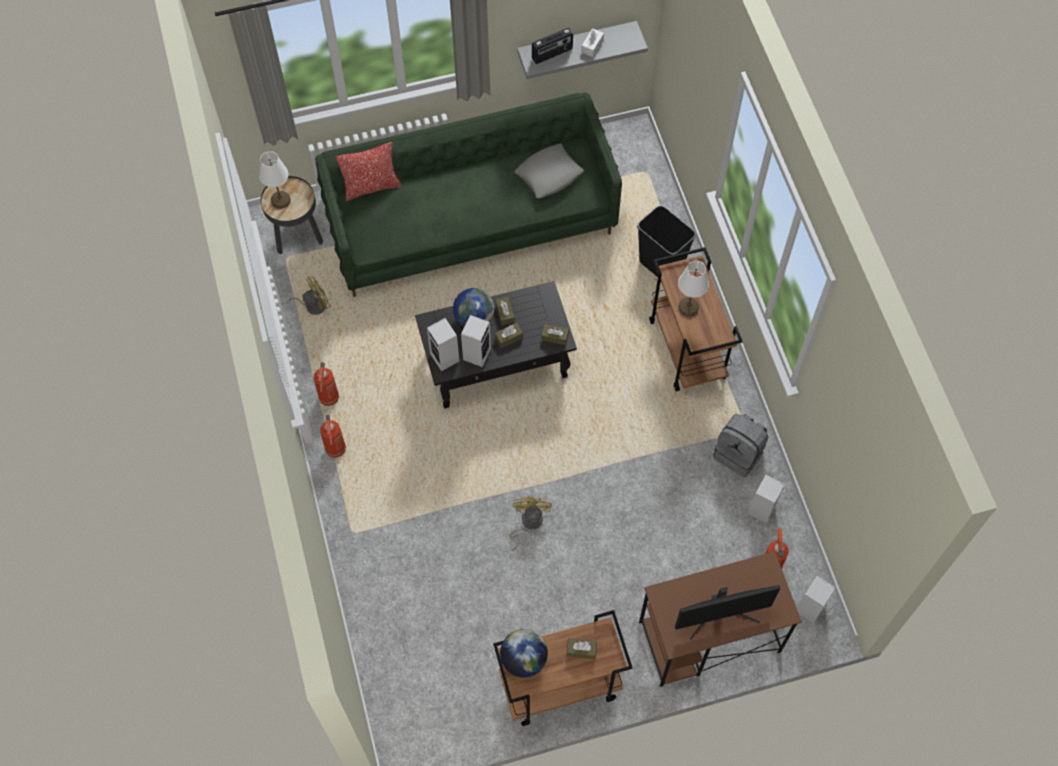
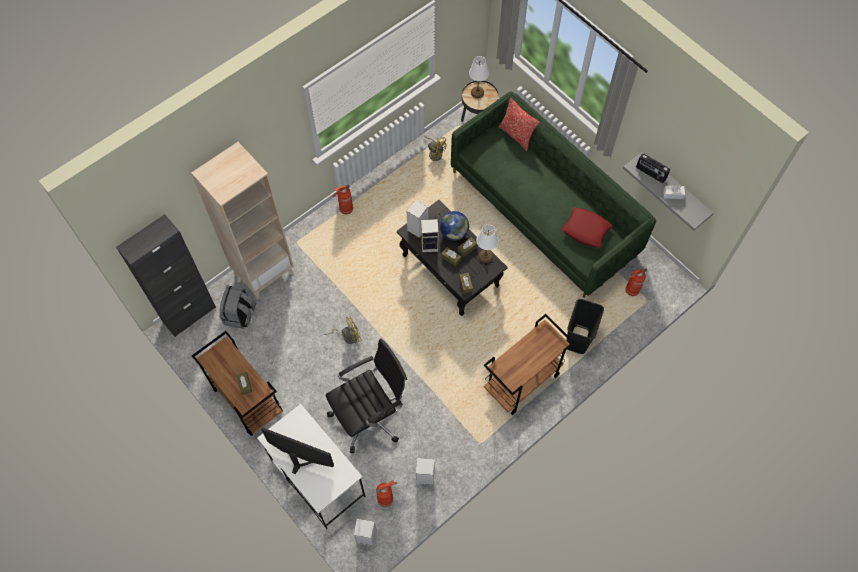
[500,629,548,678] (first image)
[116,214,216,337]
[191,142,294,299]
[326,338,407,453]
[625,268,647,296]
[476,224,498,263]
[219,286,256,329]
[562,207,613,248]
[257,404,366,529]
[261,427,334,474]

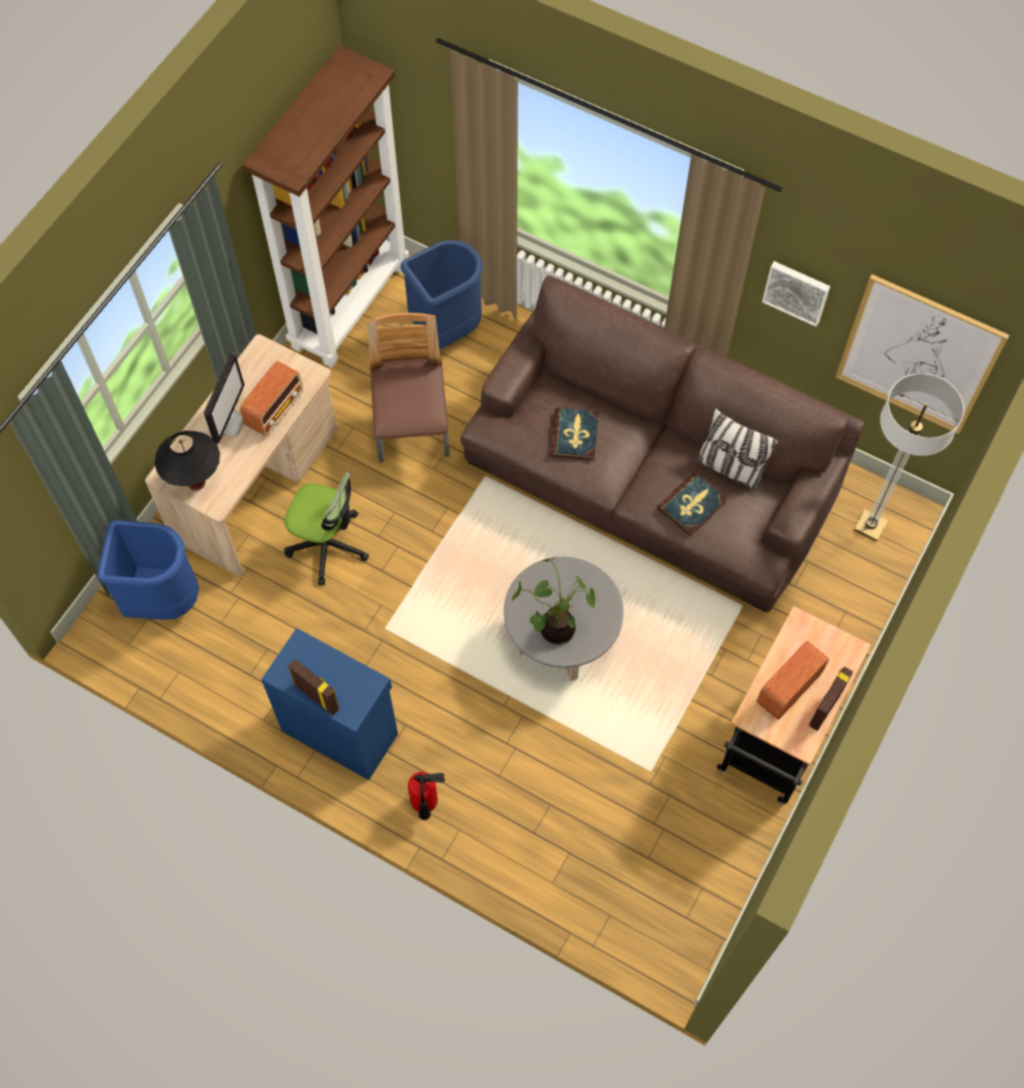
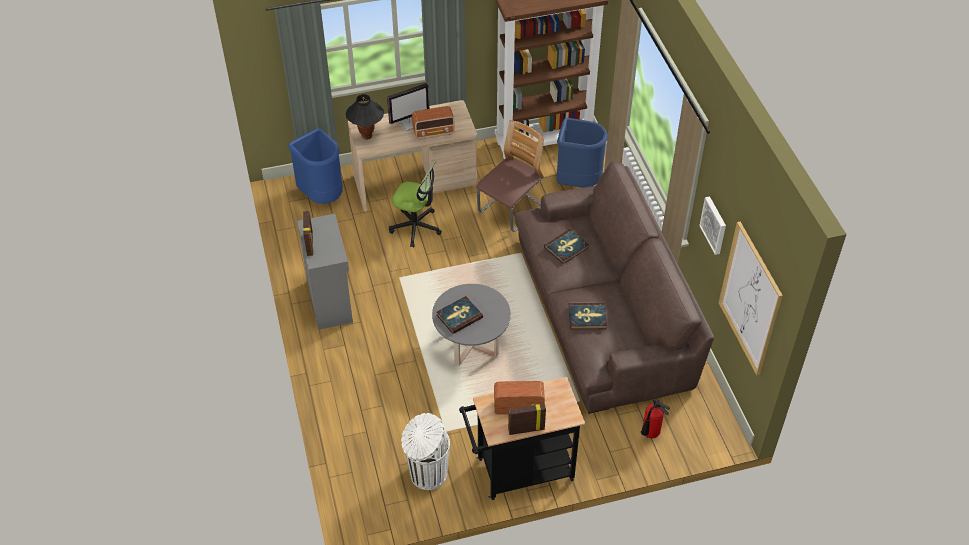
[695,408,779,491] (first image)
[854,373,964,541] (first image)
[401,413,450,490]
[641,399,670,438]
[436,296,483,334]
[297,214,353,330]
[389,163,442,247]

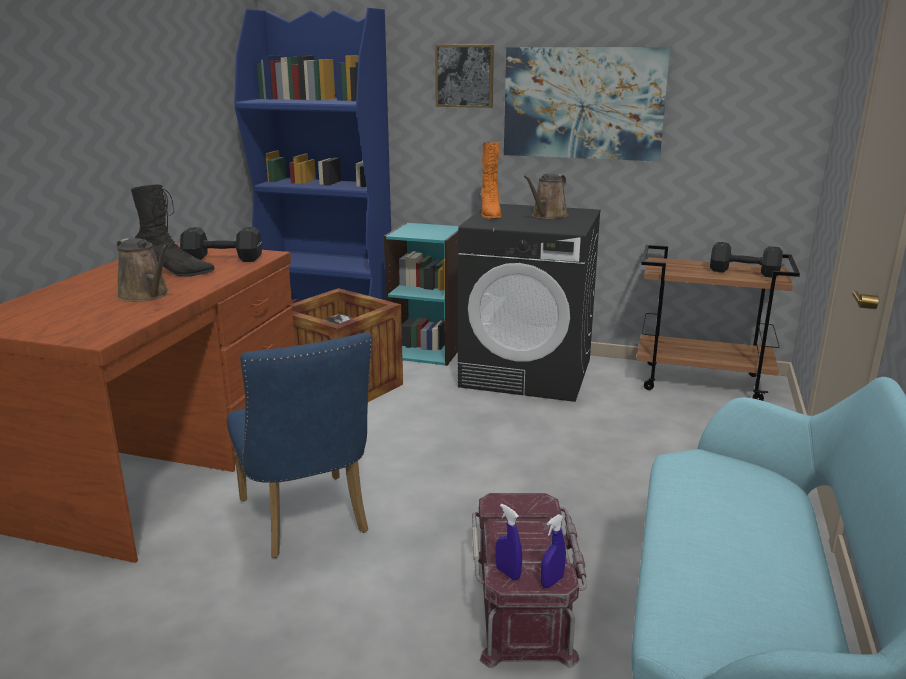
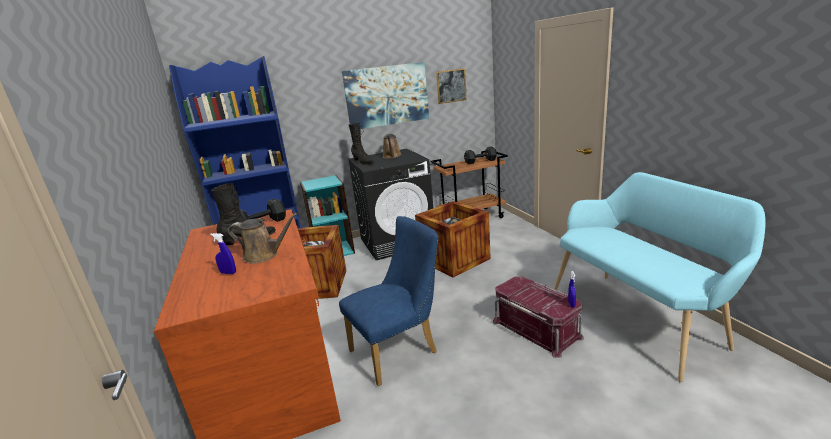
[415,201,491,277]
[436,68,467,104]
[210,233,236,274]
[349,123,374,165]
[339,216,439,386]

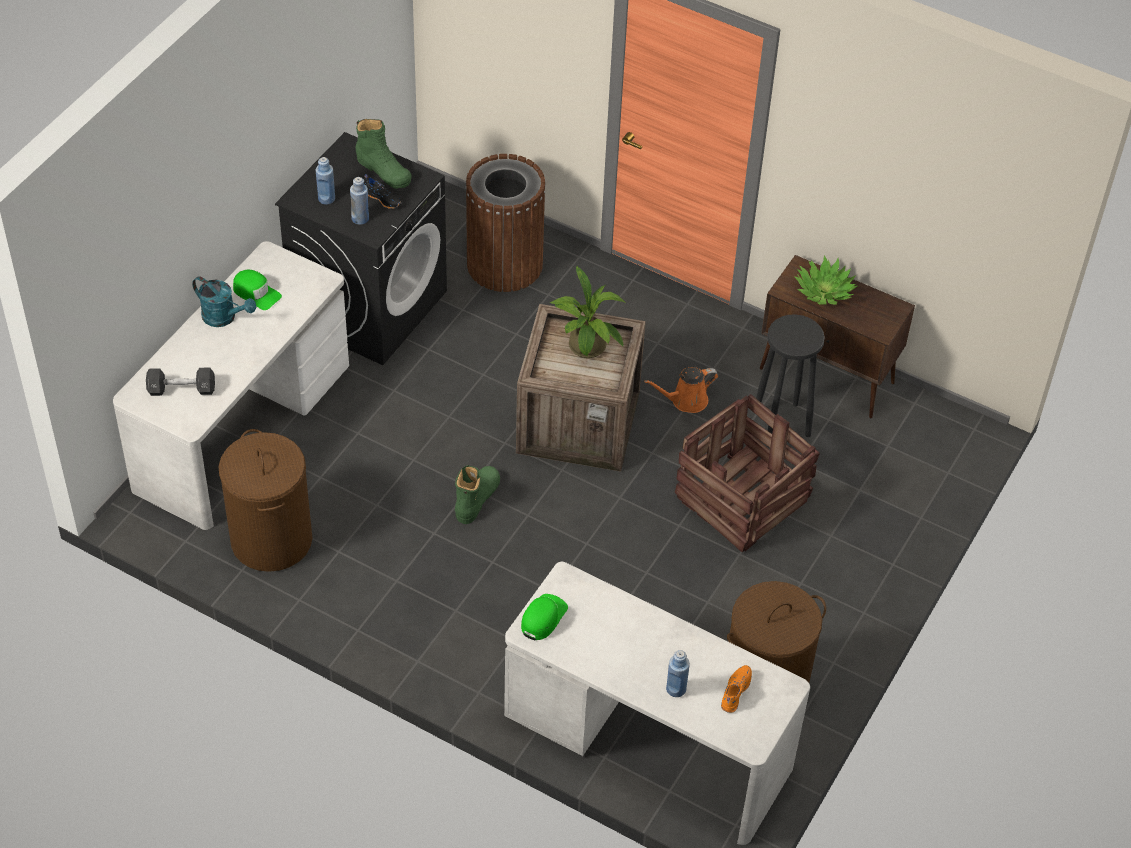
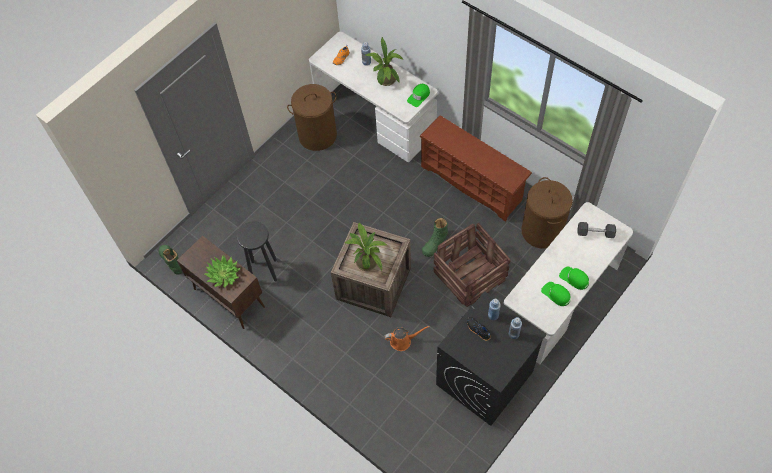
[465,154,546,292] (first image)
[366,38,403,86]
[419,115,532,222]
[158,245,183,274]
[384,326,430,351]
[433,223,511,307]
[559,267,589,290]

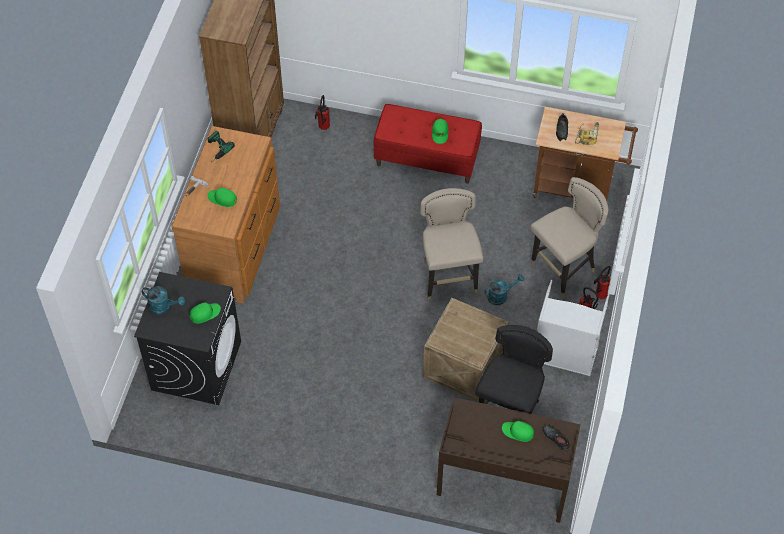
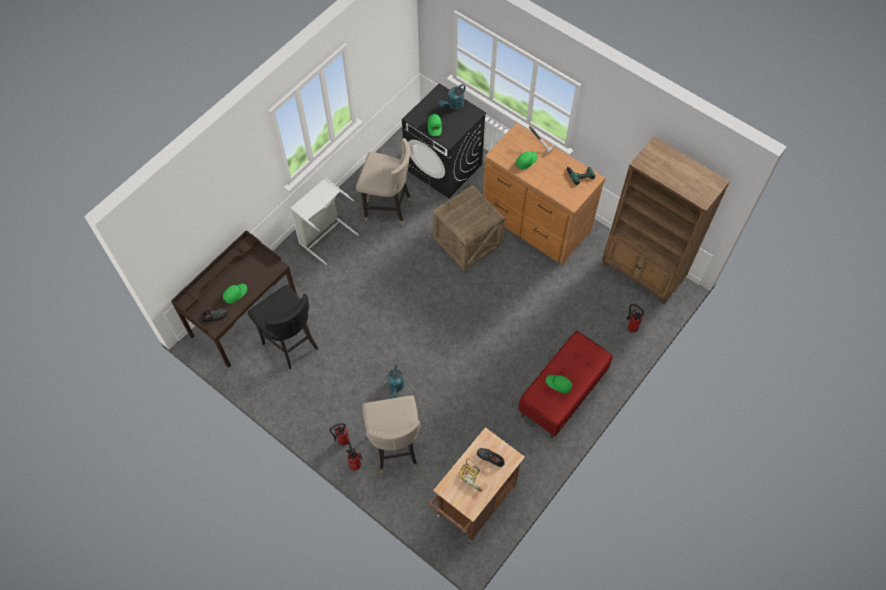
[356,138,412,226]
[433,185,505,271]
[290,178,359,265]

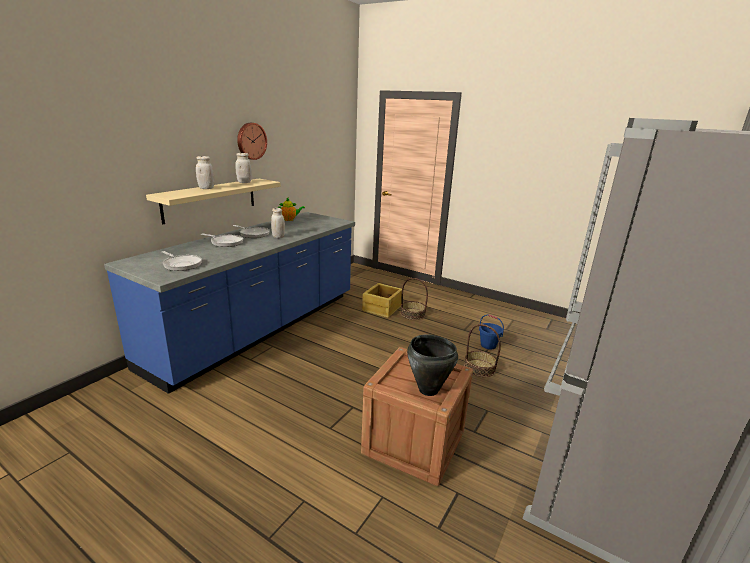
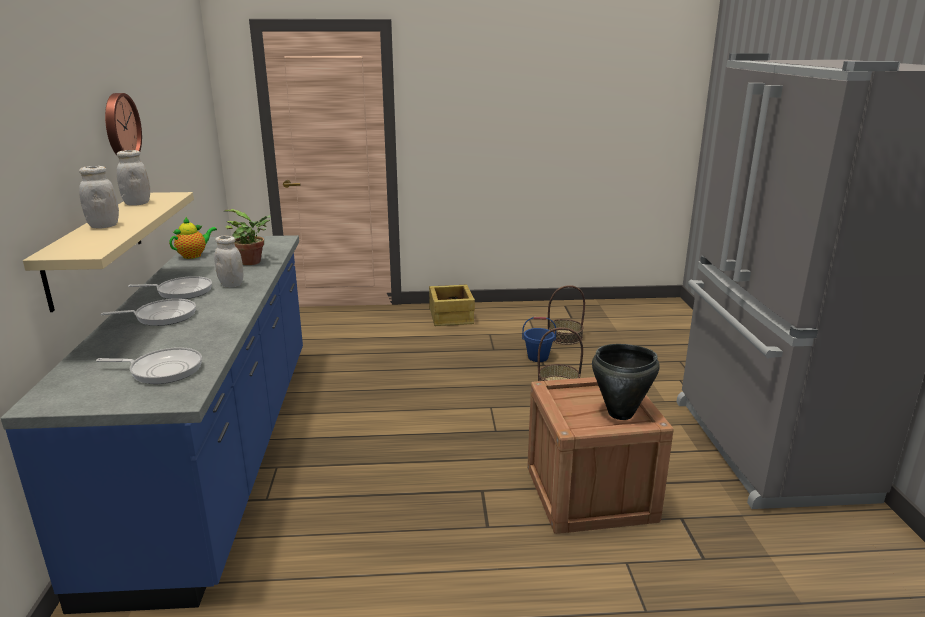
[224,209,271,265]
[429,284,475,326]
[548,285,585,345]

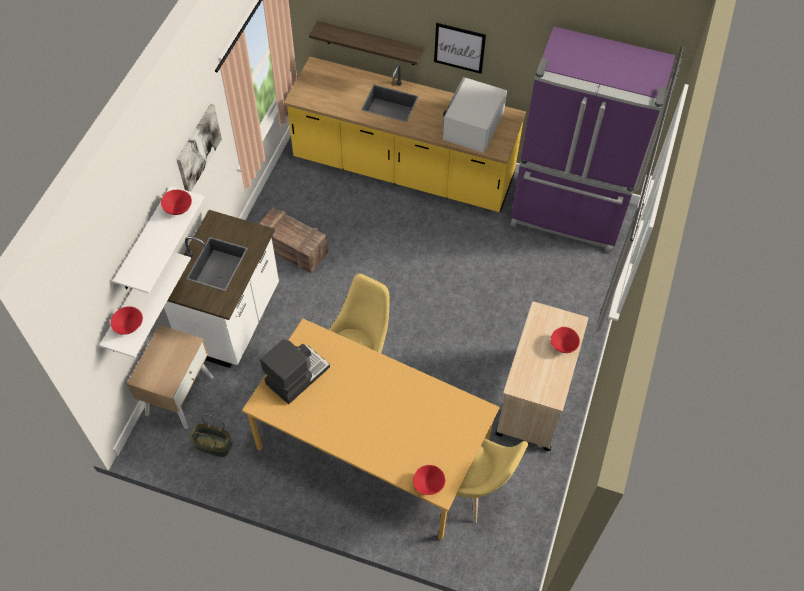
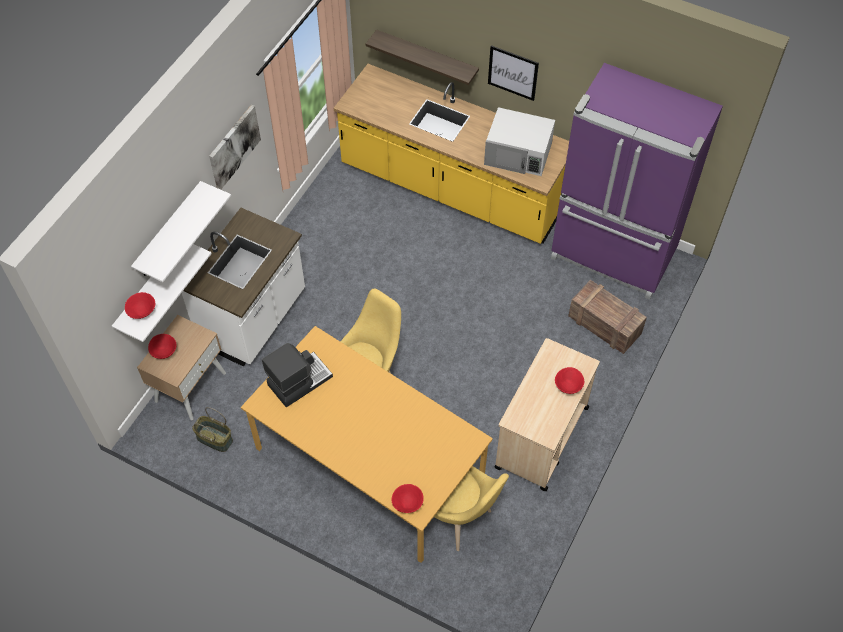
[148,334,176,359]
[568,280,647,354]
[484,107,555,176]

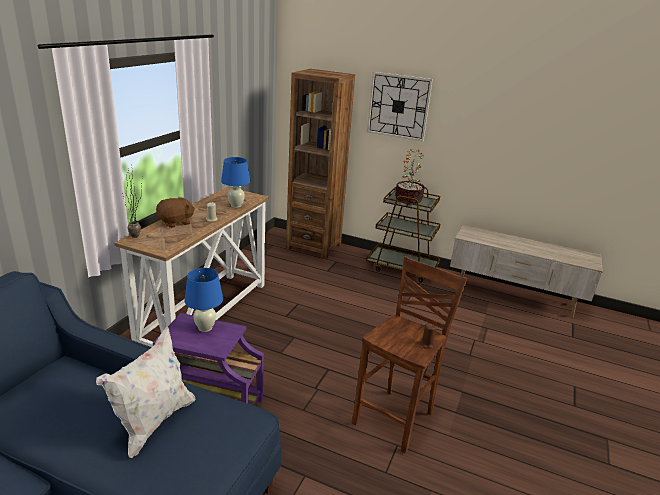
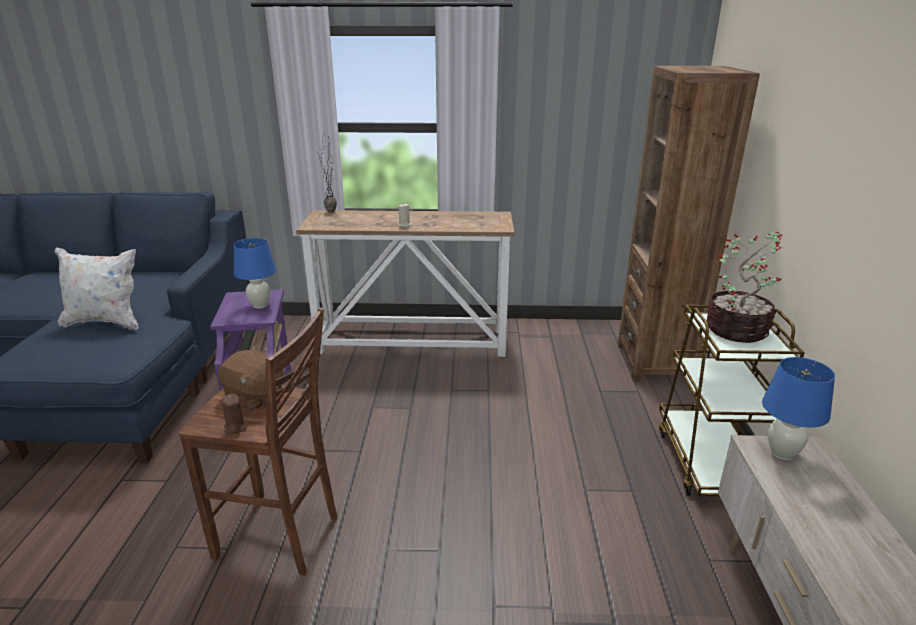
[367,72,433,142] (first image)
[218,349,284,411]
[762,357,835,460]

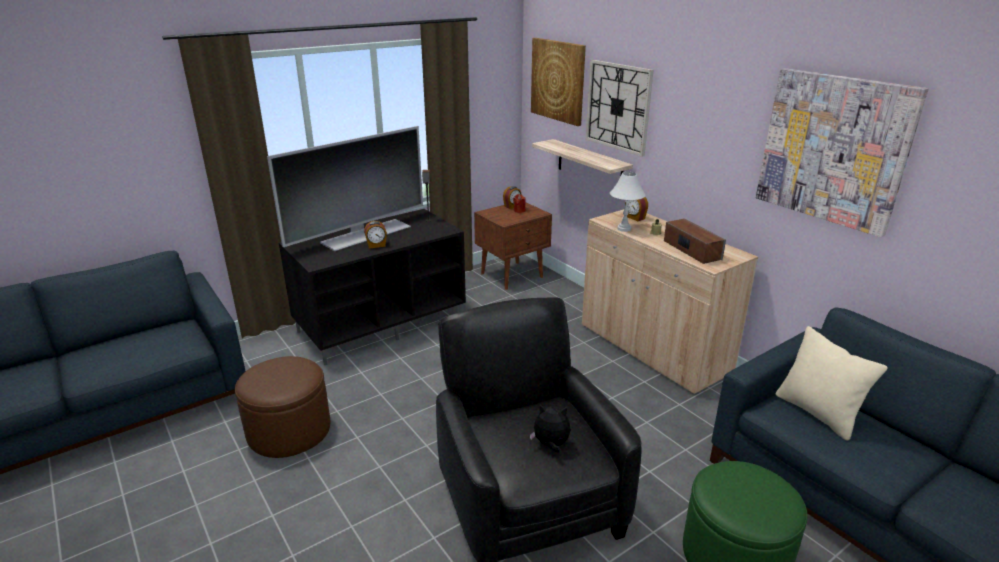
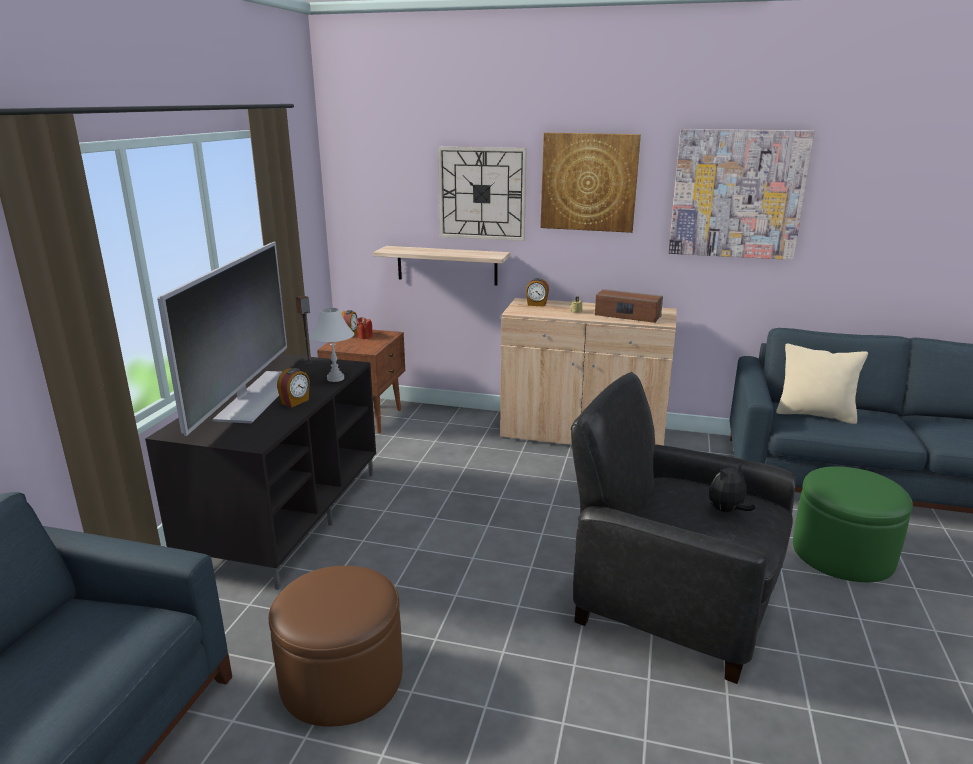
[540,133,641,233]
[310,308,354,382]

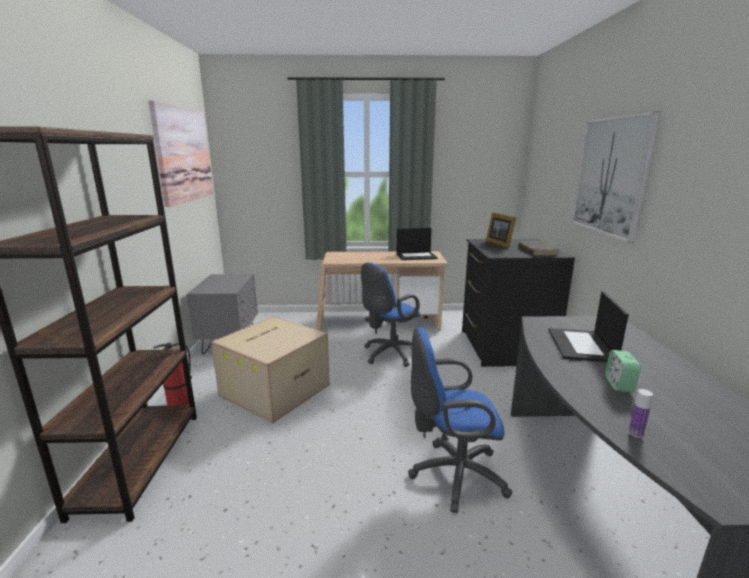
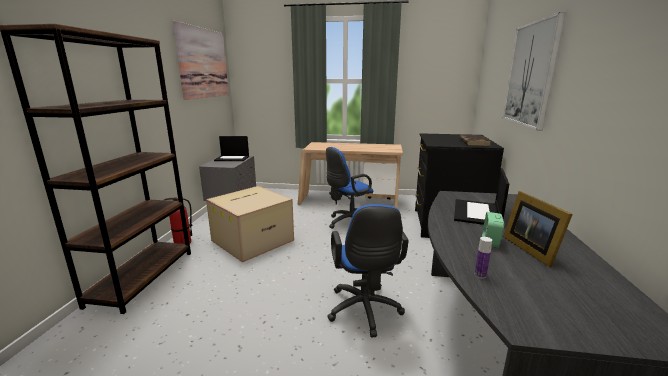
[214,136,249,161]
[503,191,573,268]
[327,204,409,337]

